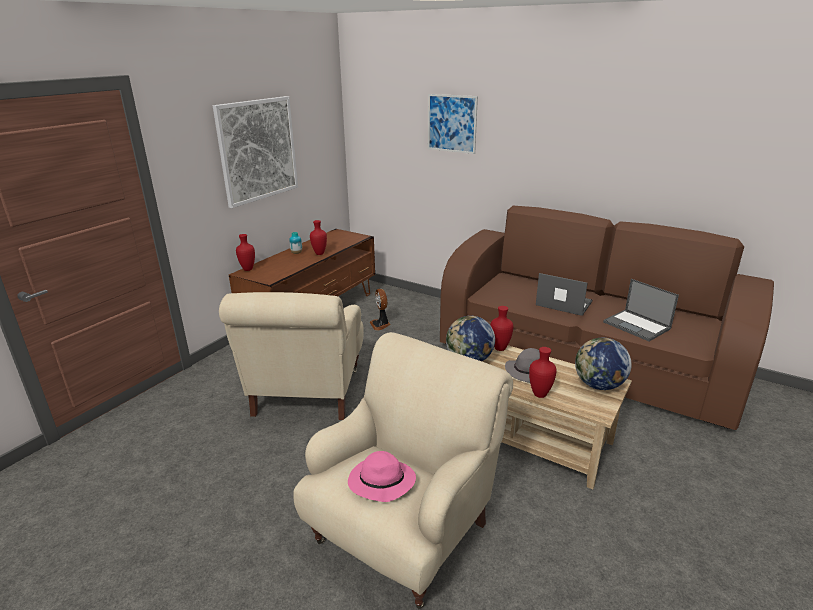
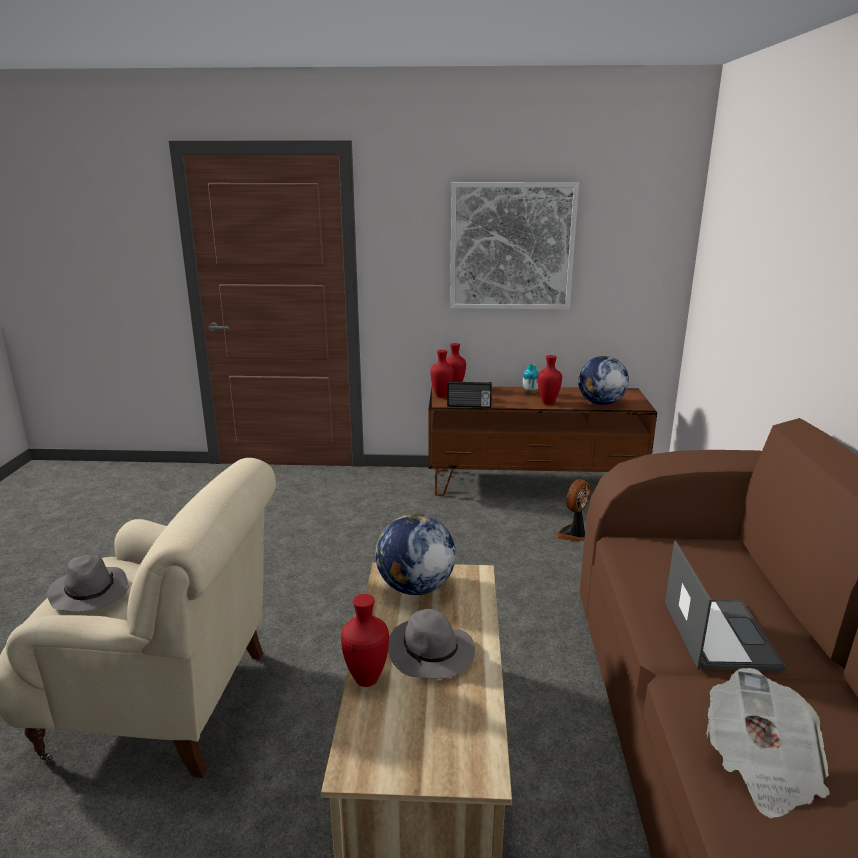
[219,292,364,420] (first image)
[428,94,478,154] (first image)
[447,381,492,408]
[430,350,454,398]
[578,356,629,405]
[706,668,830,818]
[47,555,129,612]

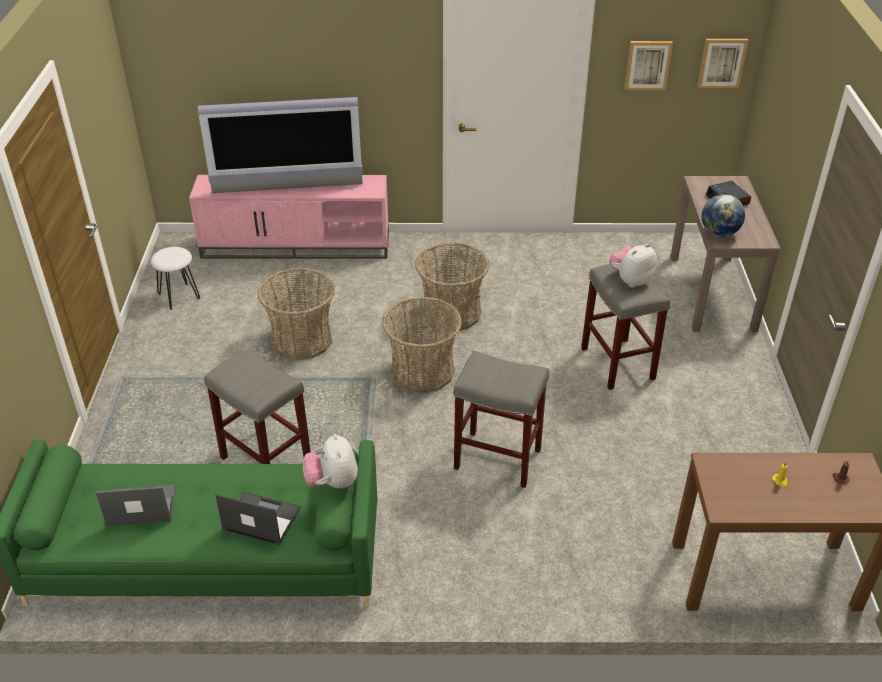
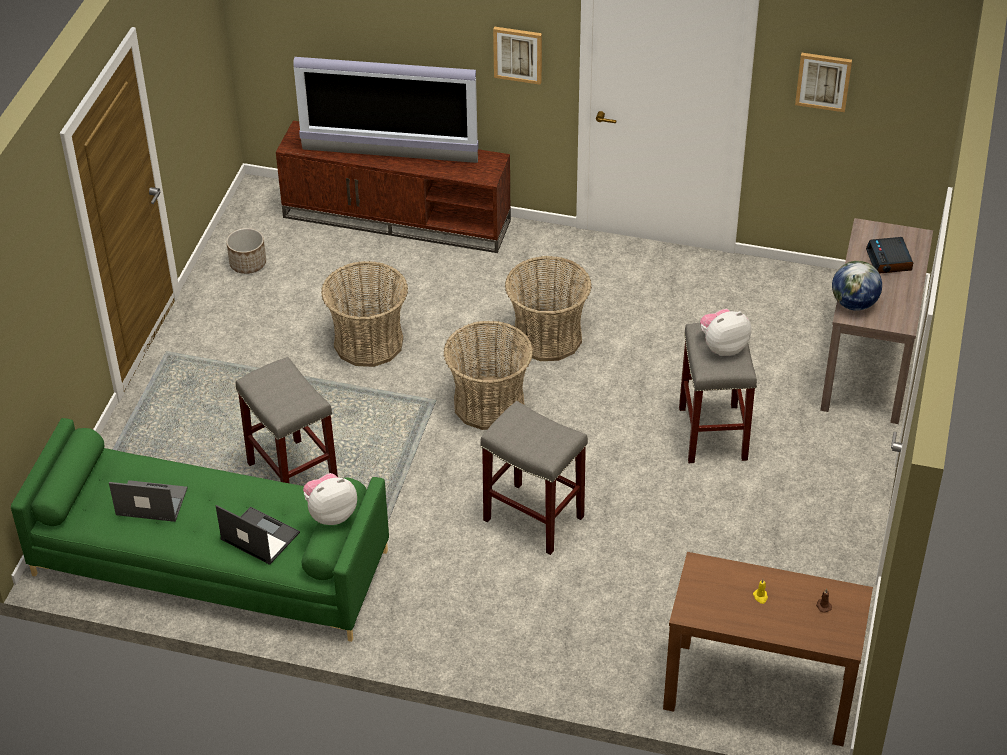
[493,27,542,85]
[226,228,266,274]
[276,121,511,253]
[303,473,357,525]

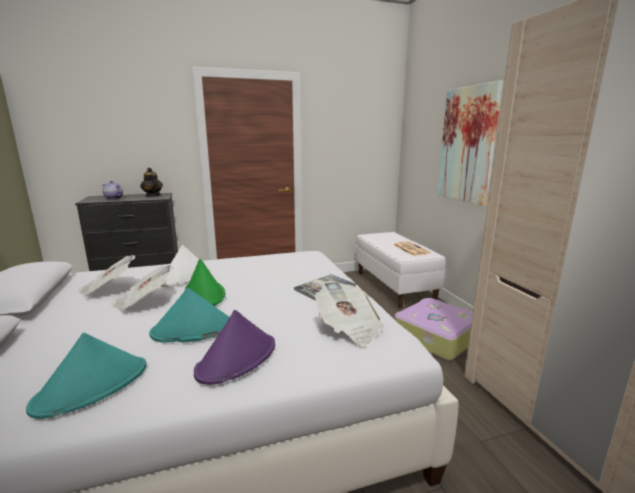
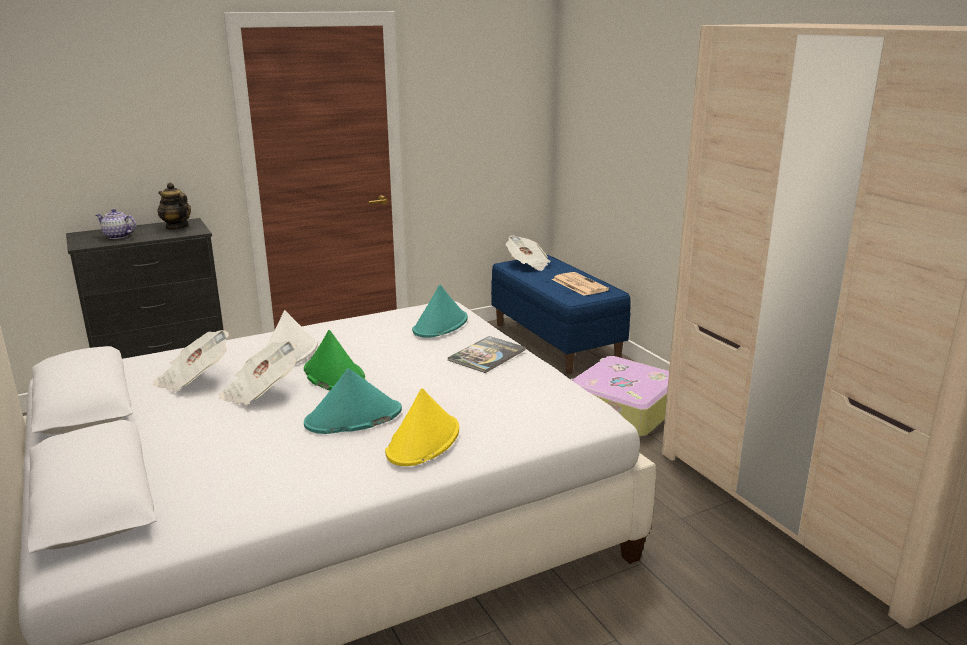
[437,80,503,206] (first image)
[412,285,468,337]
[506,235,550,271]
[385,388,459,466]
[491,255,631,374]

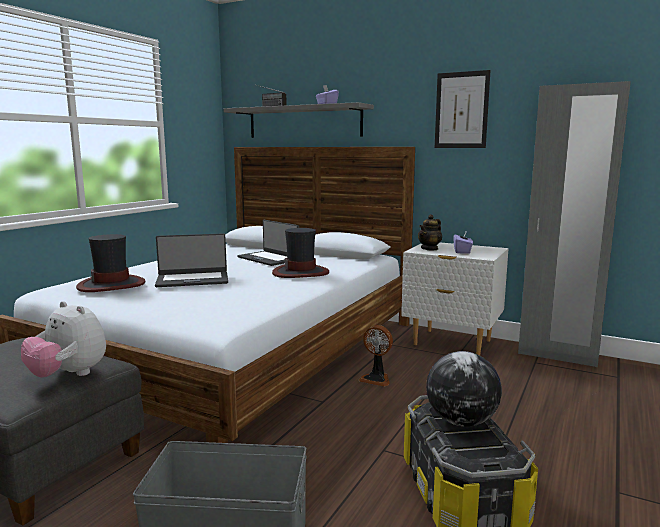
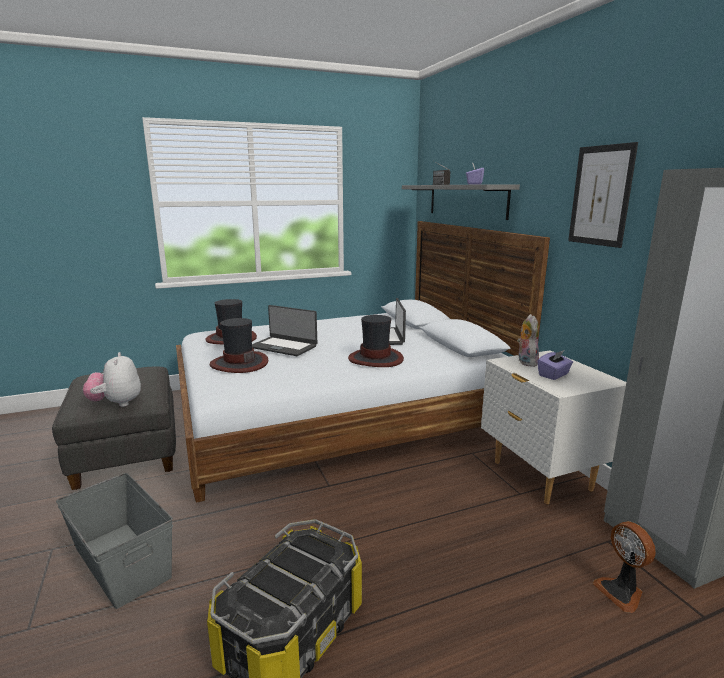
[426,351,502,426] (first image)
[210,318,269,373]
[593,521,656,613]
[517,314,539,367]

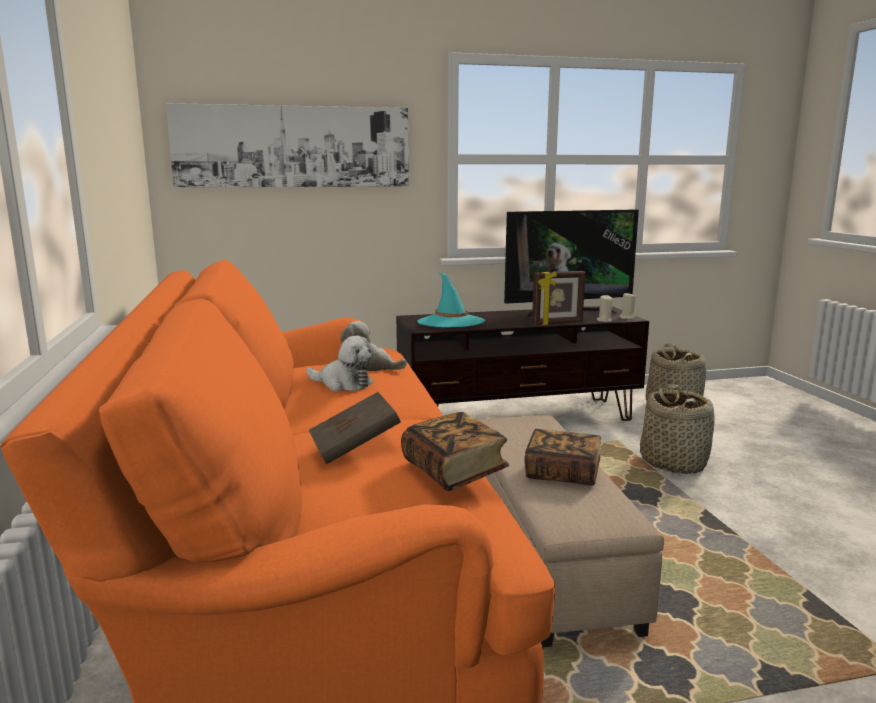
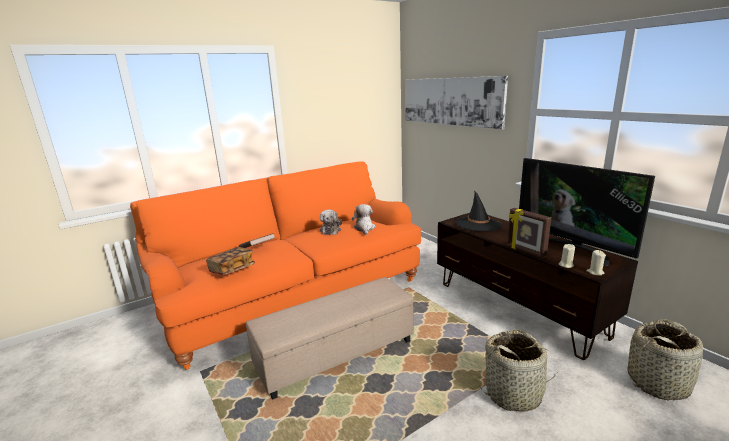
[525,429,601,486] (first image)
[455,190,502,232]

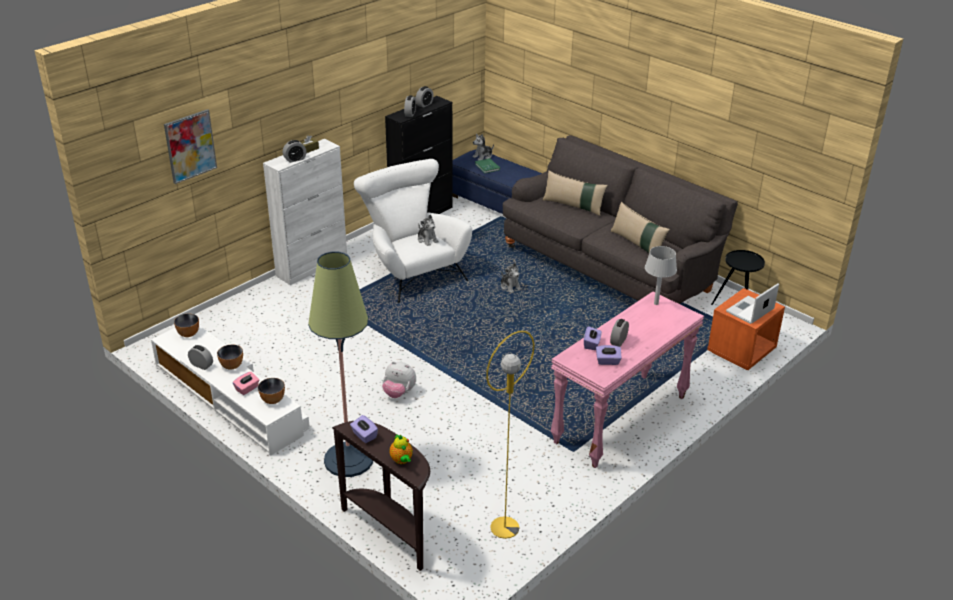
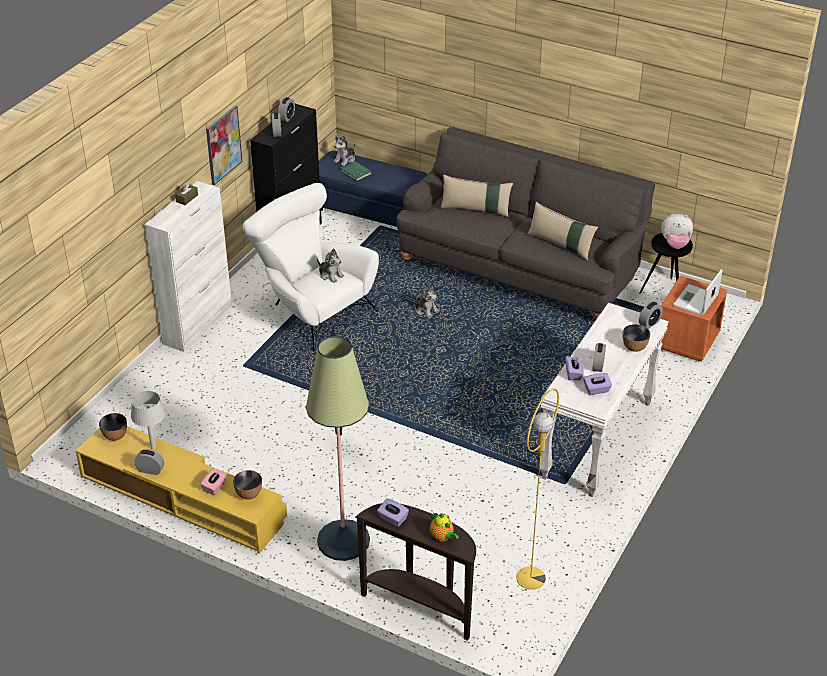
[206,106,242,185]
[622,324,650,352]
[639,301,663,329]
[661,214,693,249]
[131,391,166,450]
[76,426,287,554]
[540,303,669,497]

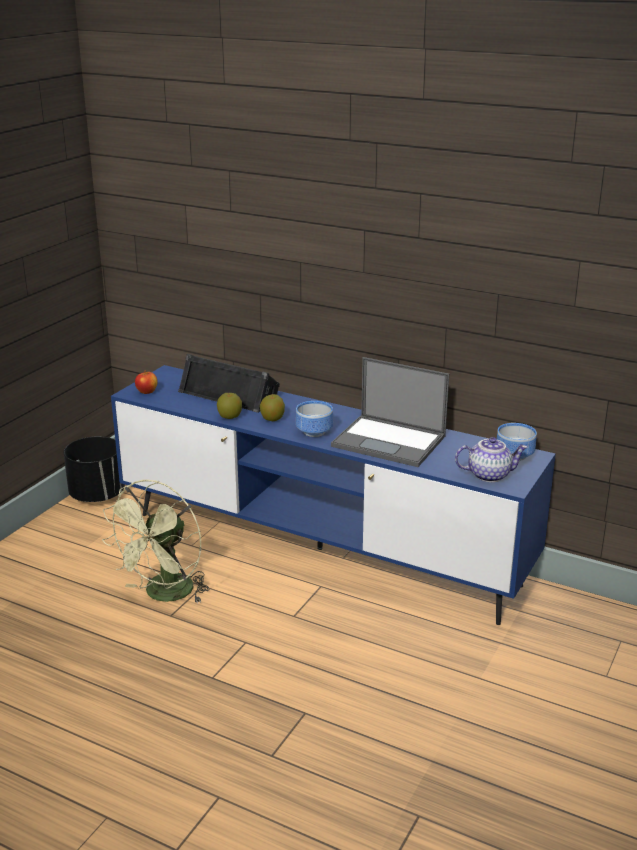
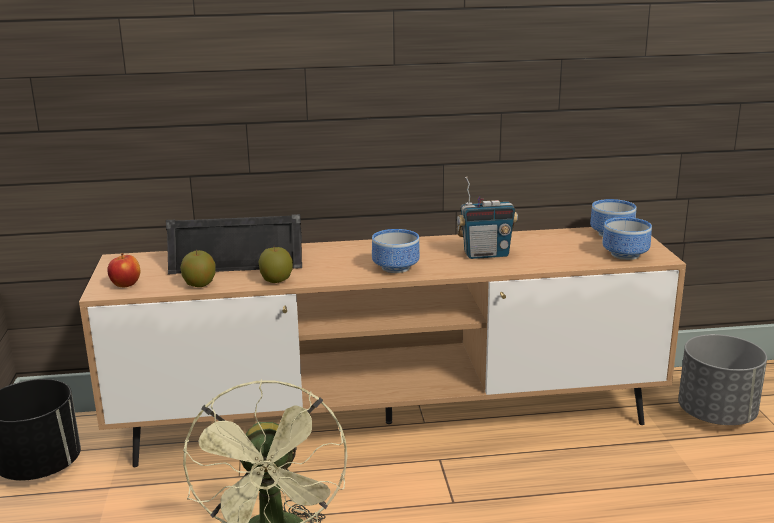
[678,334,767,425]
[180,249,216,287]
[457,177,518,259]
[602,217,652,260]
[79,227,686,467]

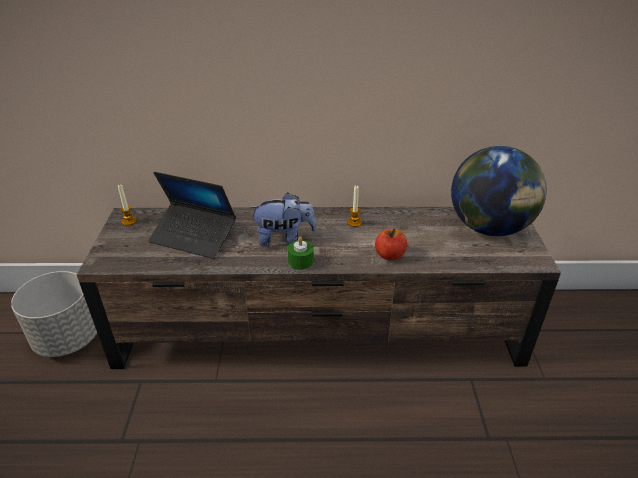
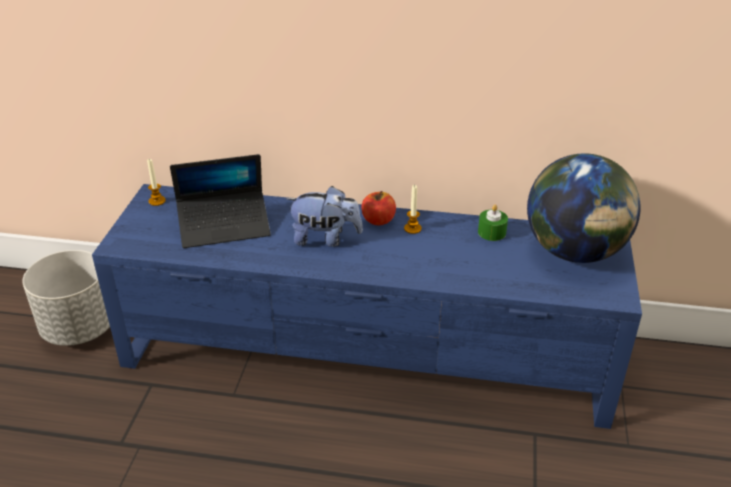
[478,204,508,241]
[362,191,396,226]
[92,184,642,429]
[170,154,271,248]

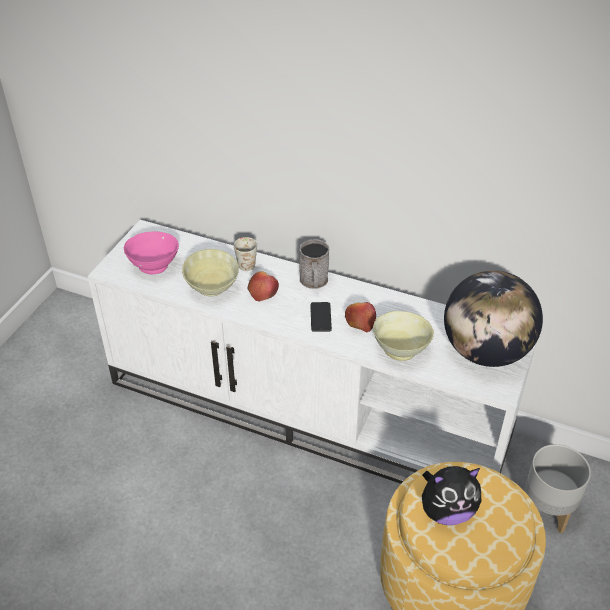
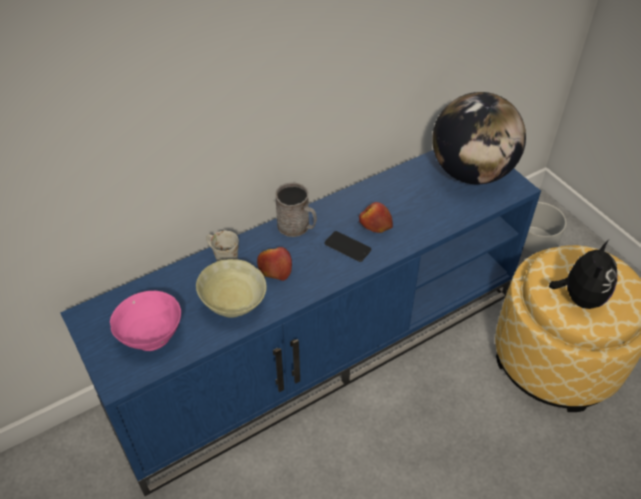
[373,311,434,361] (first image)
[60,150,541,496]

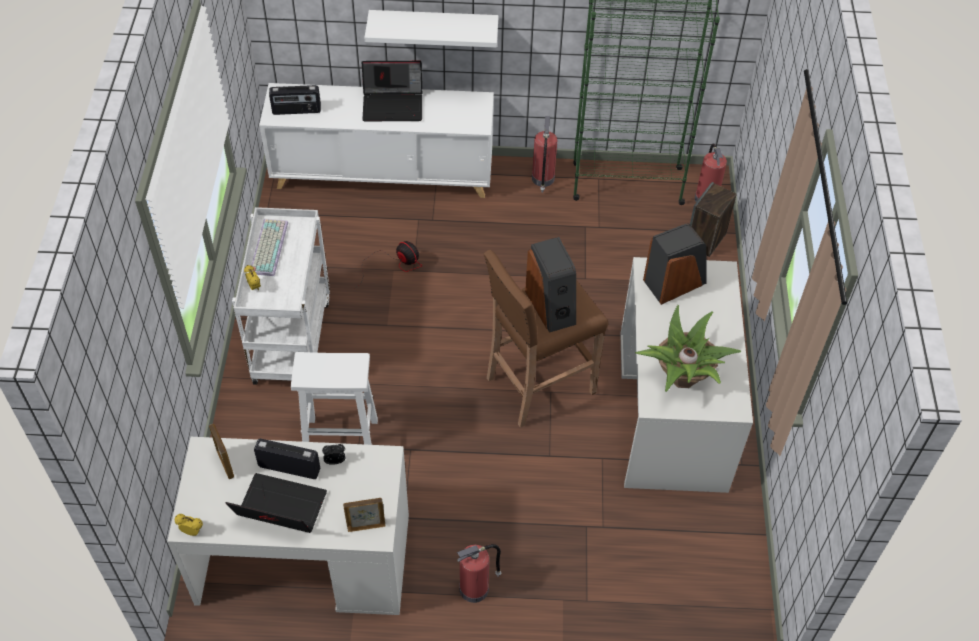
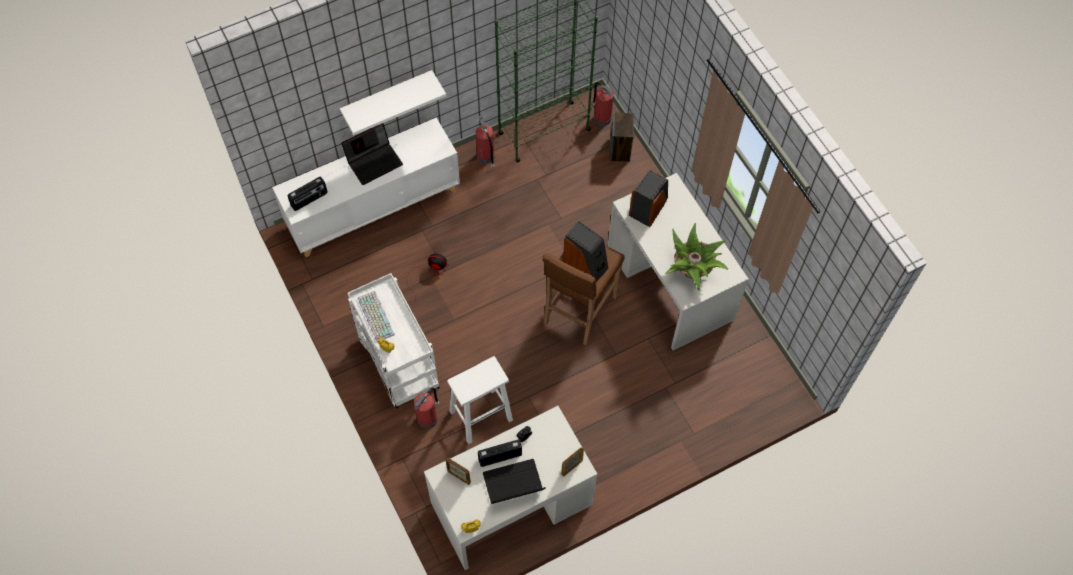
[414,388,439,429]

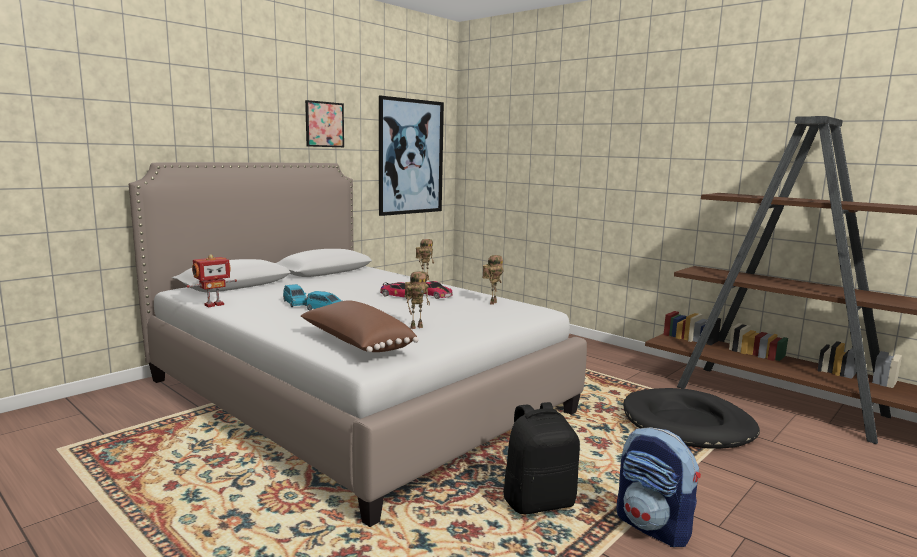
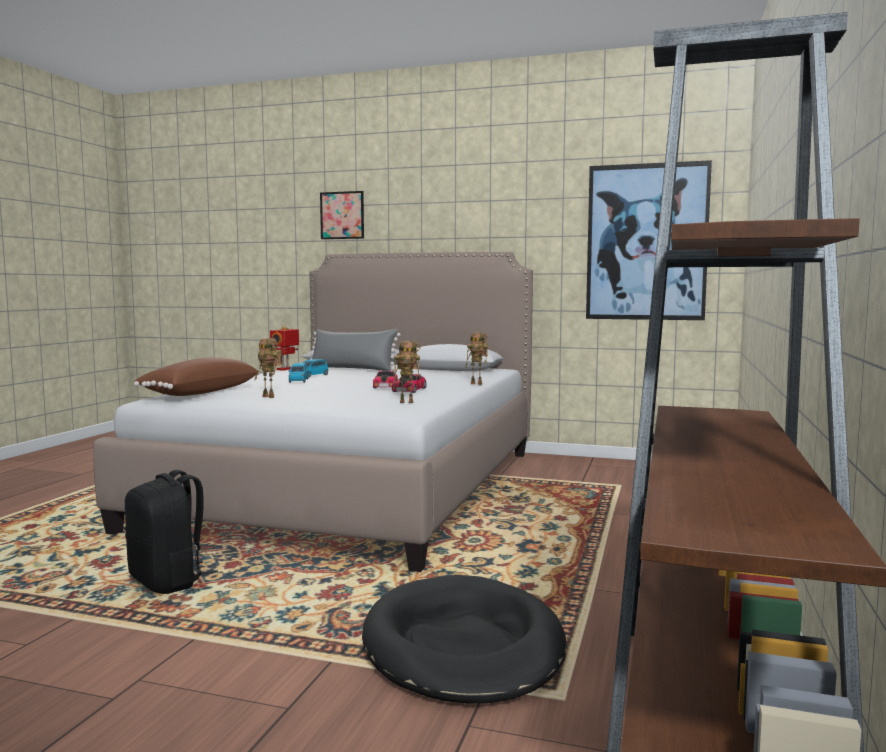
[616,427,701,547] (first image)
[310,329,401,371]
[320,191,364,239]
[270,325,299,371]

